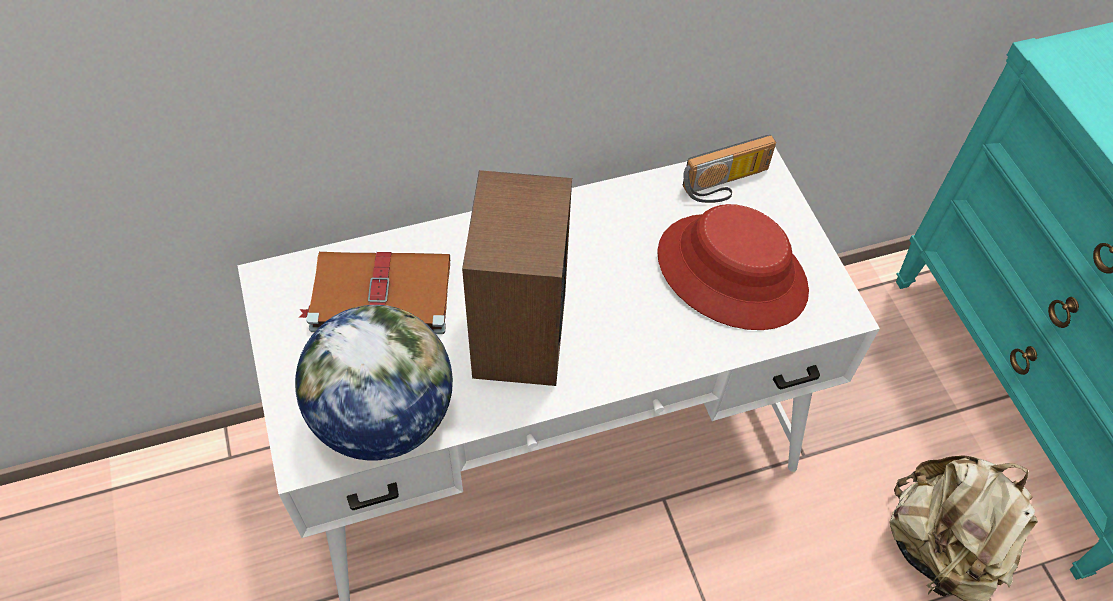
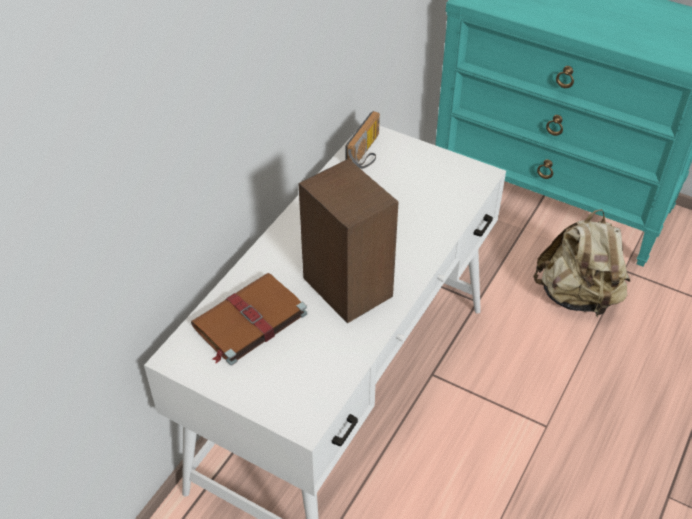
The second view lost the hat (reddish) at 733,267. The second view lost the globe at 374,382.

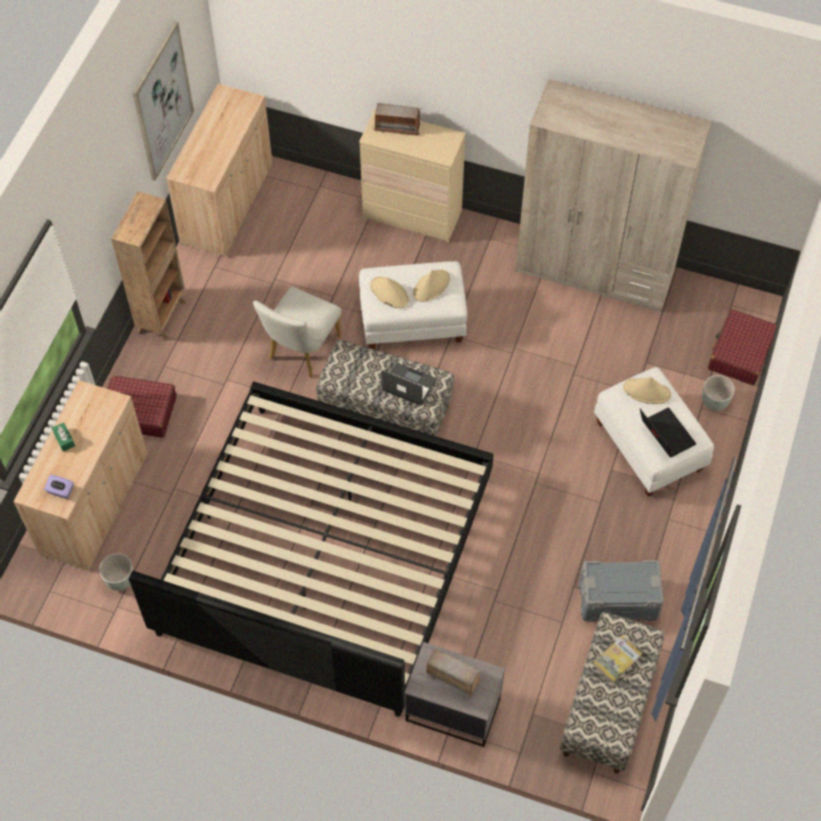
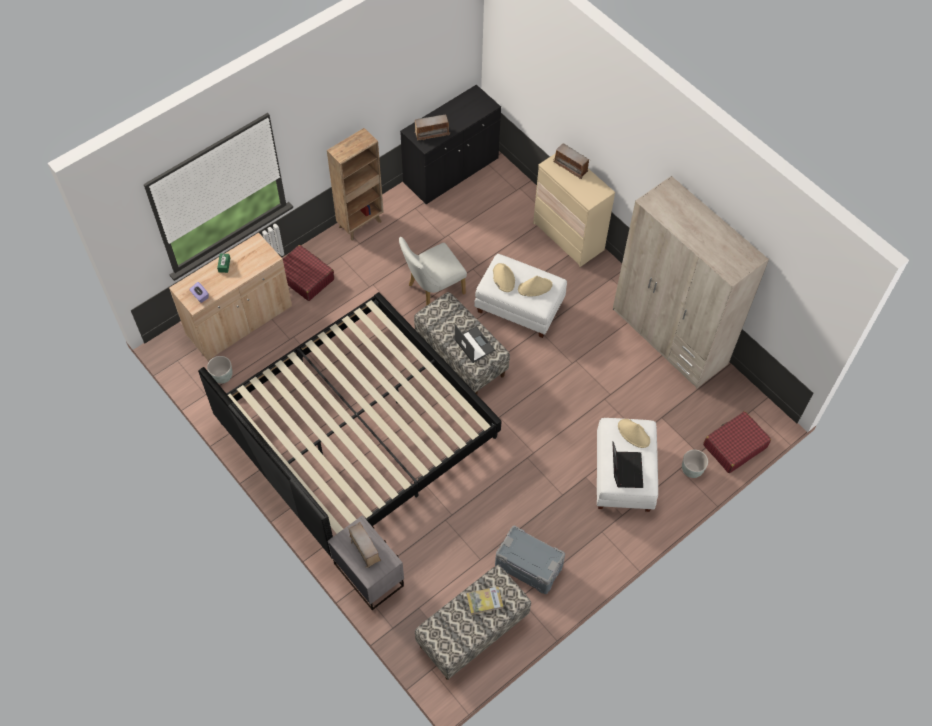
The second view lost the wall picture at 163,101. What was the cabinet (beige-coloured) at 219,170 turned into the cabinet (black-coloured) at 450,144. The second view gained the radio set at 433,127.

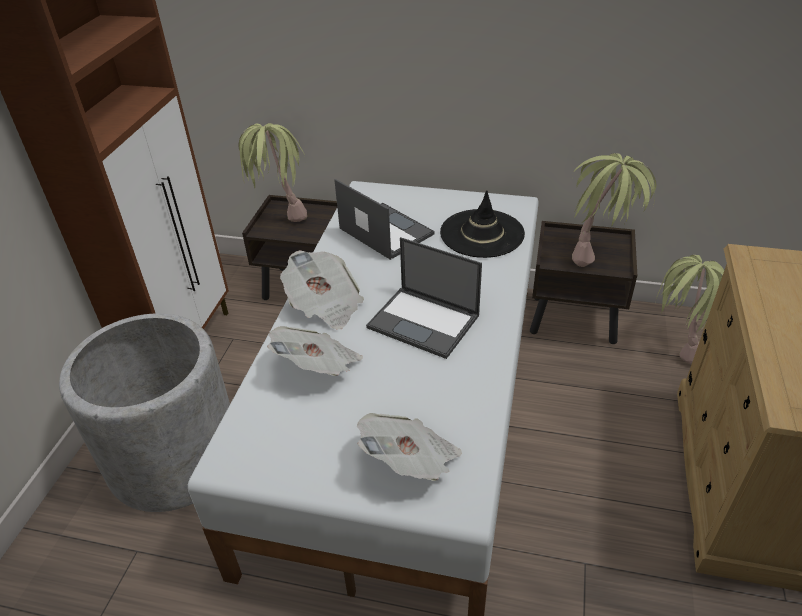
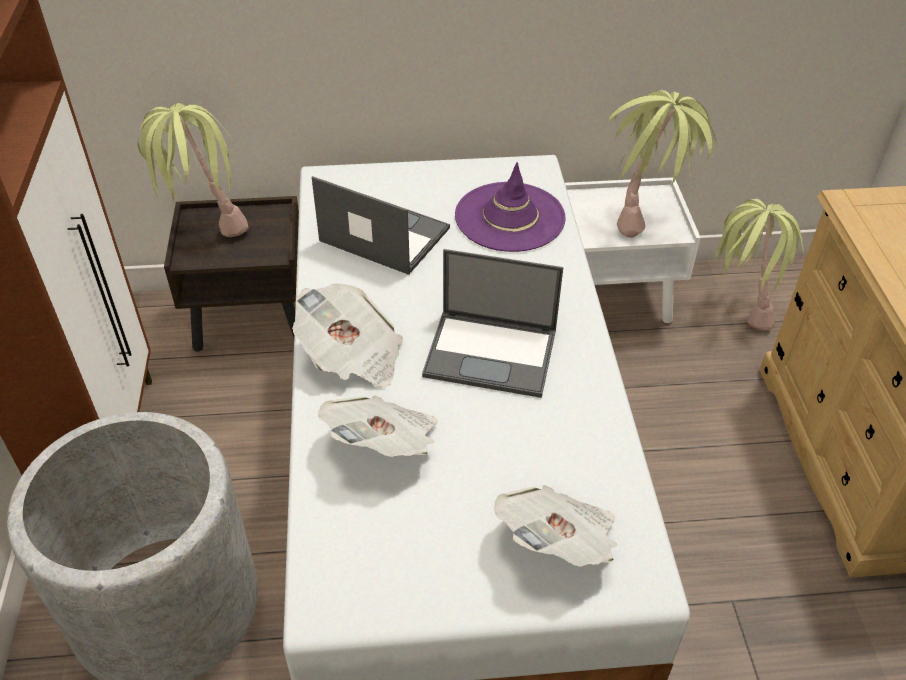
What was the hat (black-coloured) at 482,224 turned into the hat (purplish) at 510,207. What was the nightstand (brown) at 583,282 turned into the nightstand (whitish) at 633,250.

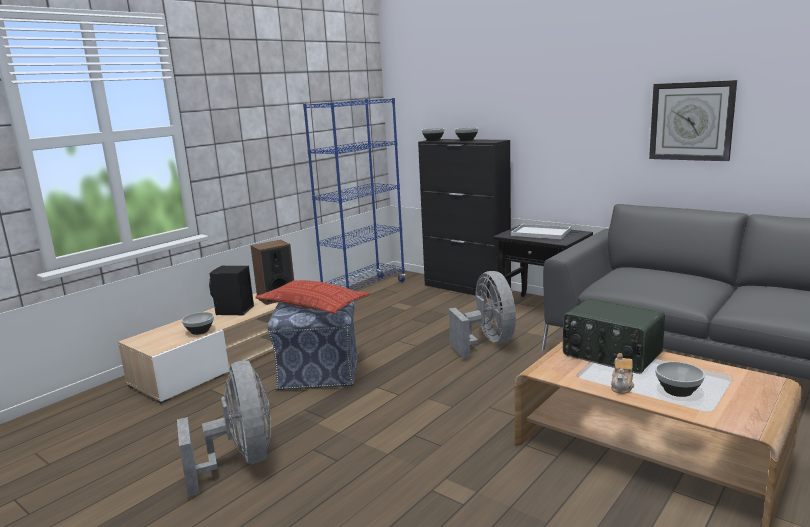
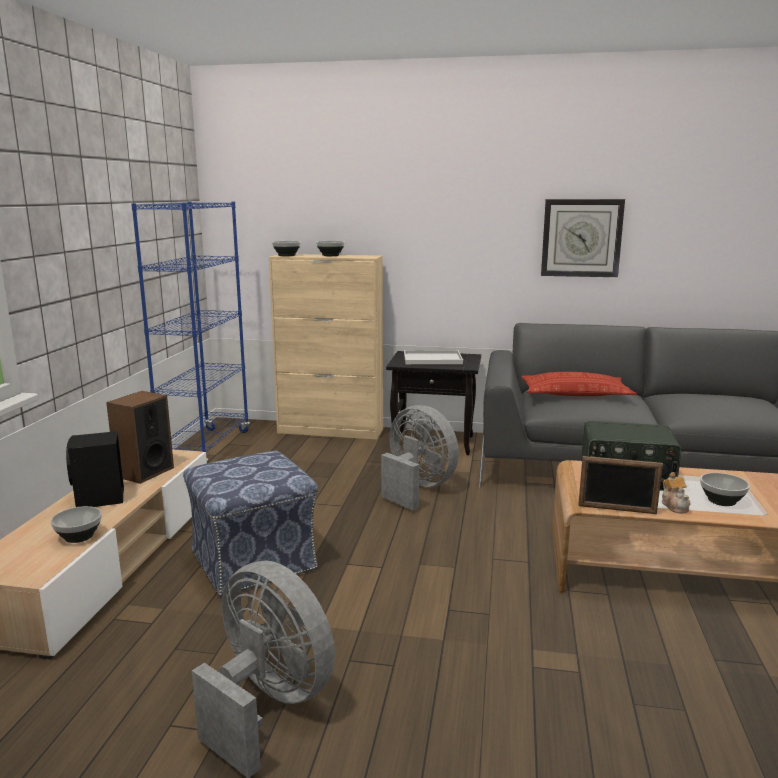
What was the cabinet (black-coloured) at 464,219 turned into the cabinet (beige-coloured) at 326,346. The throw pillow ended up elsewhere, having gone from 312,297 to 579,384. The second view gained the standing frame at 620,485.

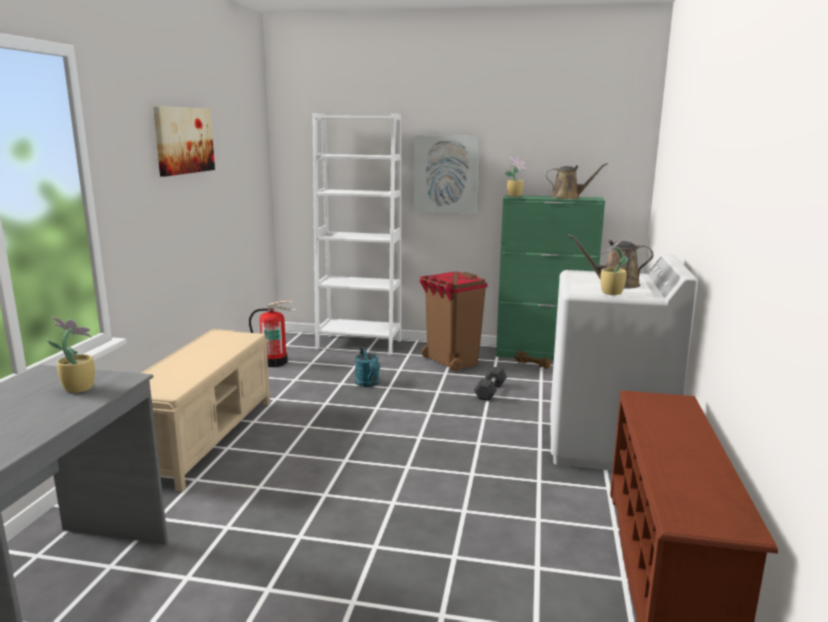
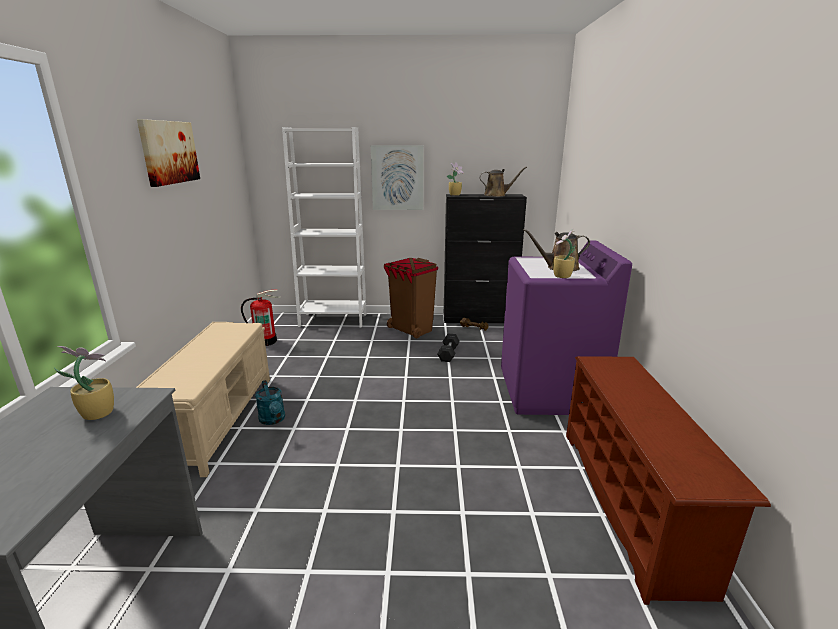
What was the cabinet (greenish) at 550,278 turned into the cabinet (black-coloured) at 485,258. What was the washing machine (whitish) at 624,362 turned into the washing machine (purplish) at 566,327. The watering pot (turquoise-coloured) ended up elsewhere, having gone from 367,367 to 270,402.

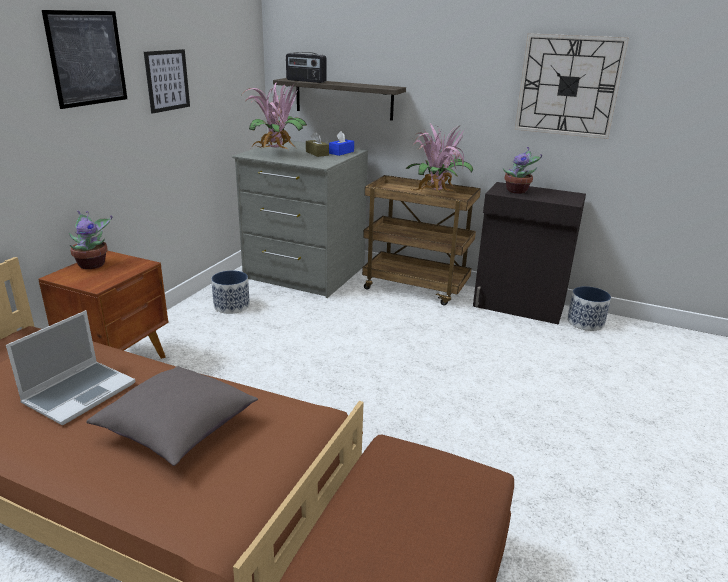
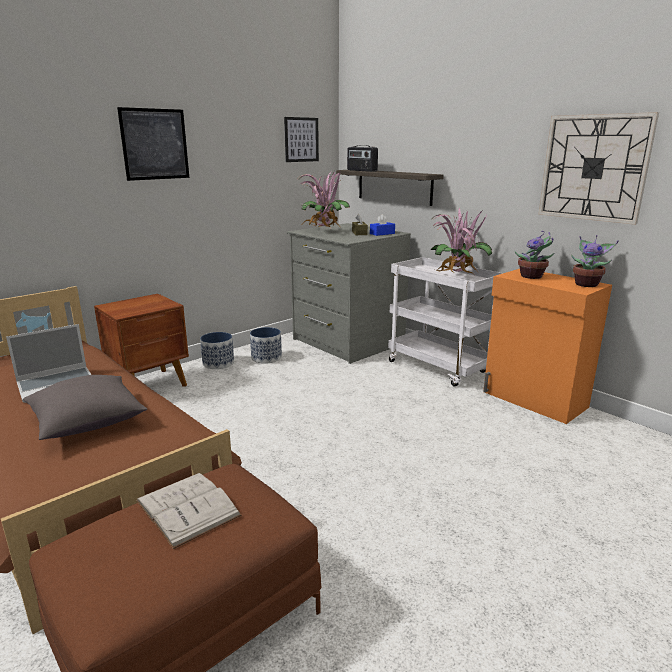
The wall picture ended up elsewhere, having gone from 167,81 to 301,139. What was the cart (brown) at 421,240 turned into the cart (whitish) at 445,322. What was the cabinet (black-coloured) at 529,253 turned into the cabinet (orangey) at 547,346. The houseplant ended up elsewhere, having gone from 90,239 to 595,261. The plant pot ended up elsewhere, having gone from 589,308 to 217,350. The second view gained the volume (whitish) at 189,511.

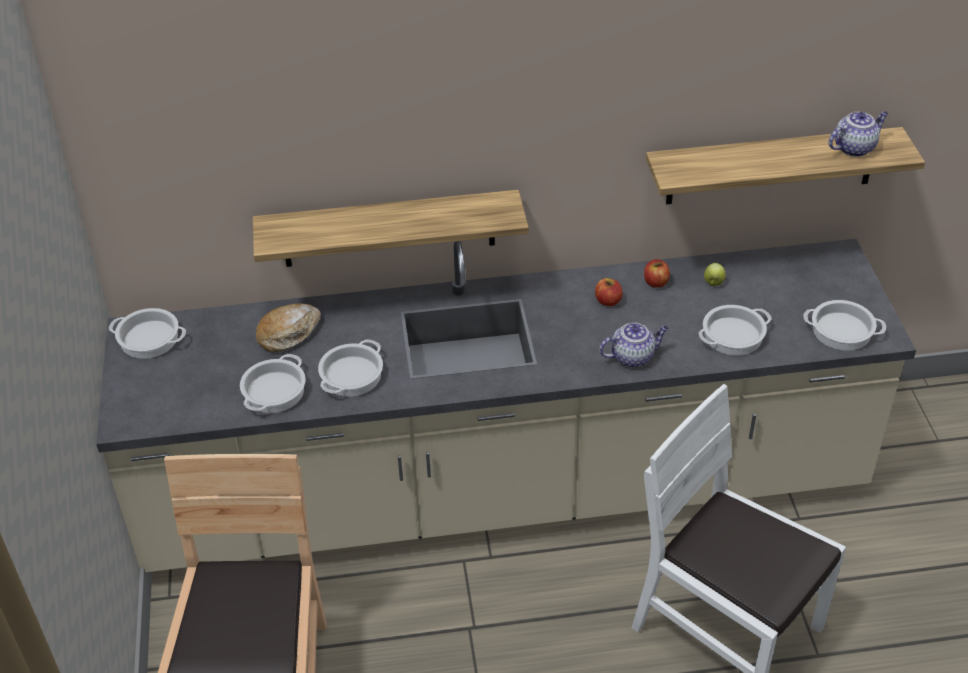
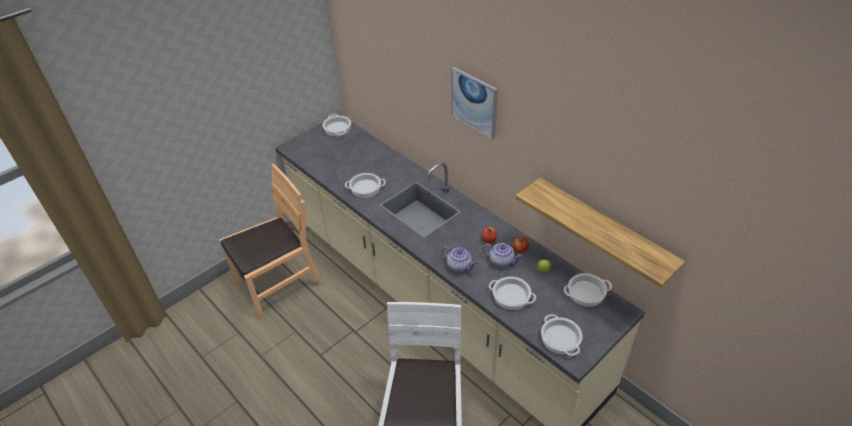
The teapot ended up elsewhere, having gone from 858,134 to 502,255. The second view lost the shelf at 391,228. The second view lost the bread at 288,328. The stockpot ended up elsewhere, having gone from 273,383 to 588,290. The second view gained the wall picture at 474,103.

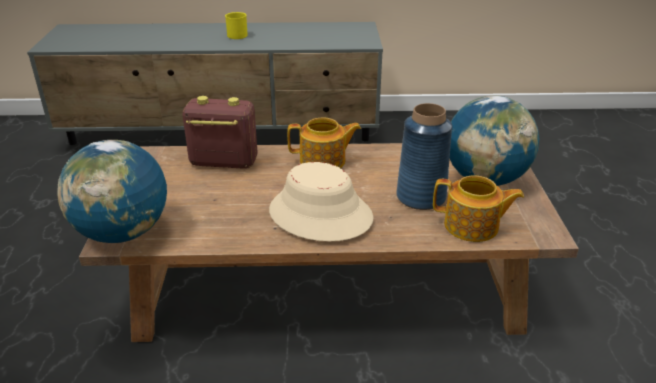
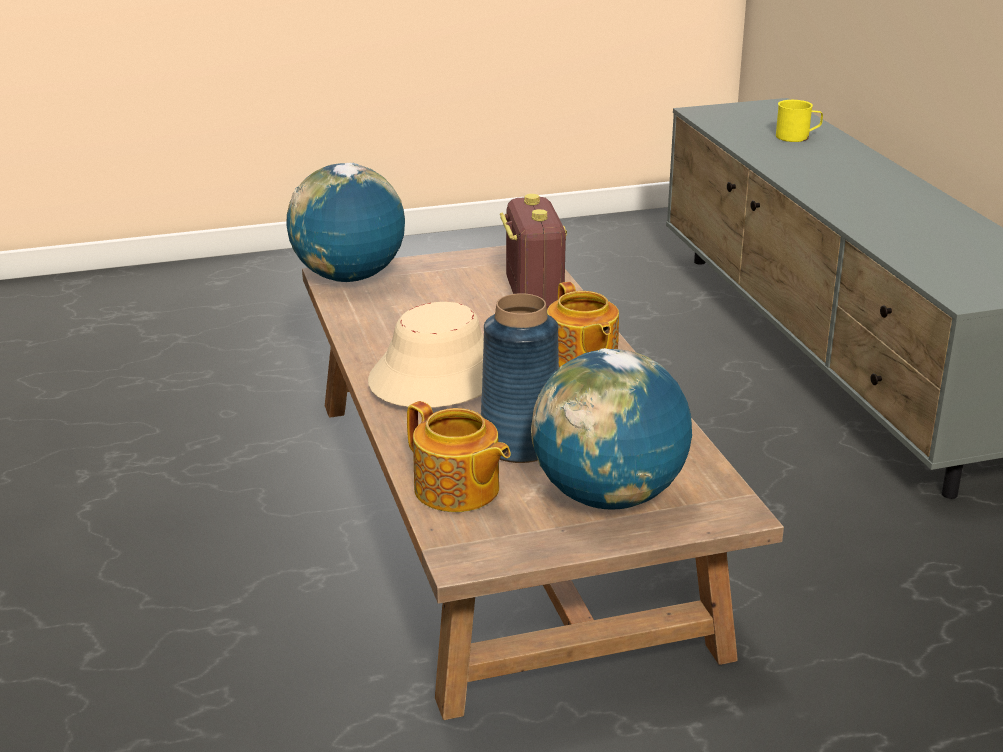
The coffee mug (yellow-coloured) ended up elsewhere, having gone from 236,25 to 799,121. The teapot at 478,208 ended up facing another way, 45 degrees counterclockwise from before.

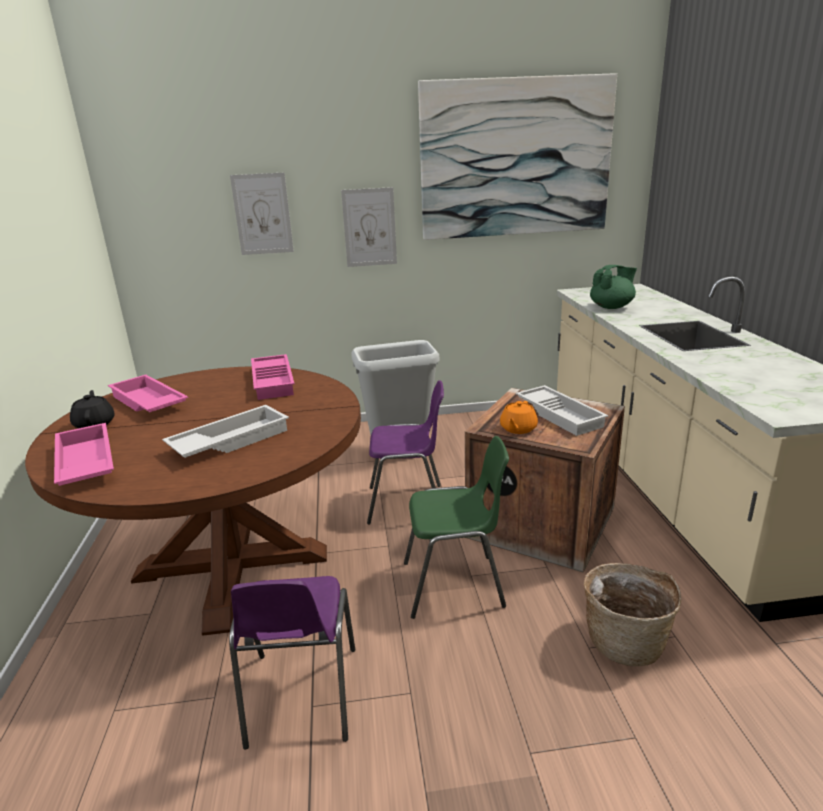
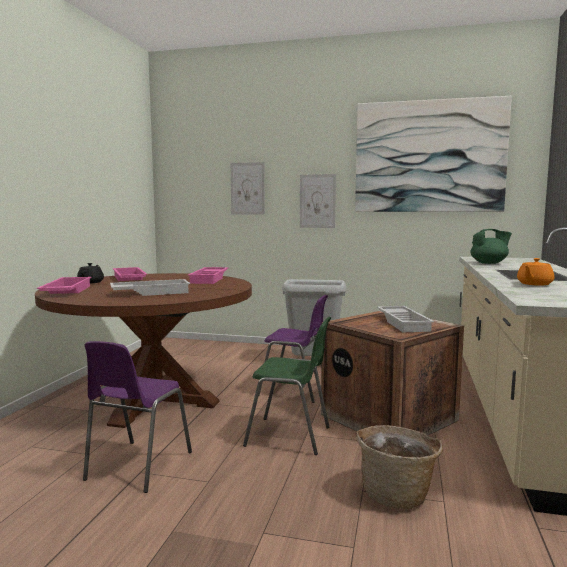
The teapot (orangey) ended up elsewhere, having gone from 519,417 to 536,272.

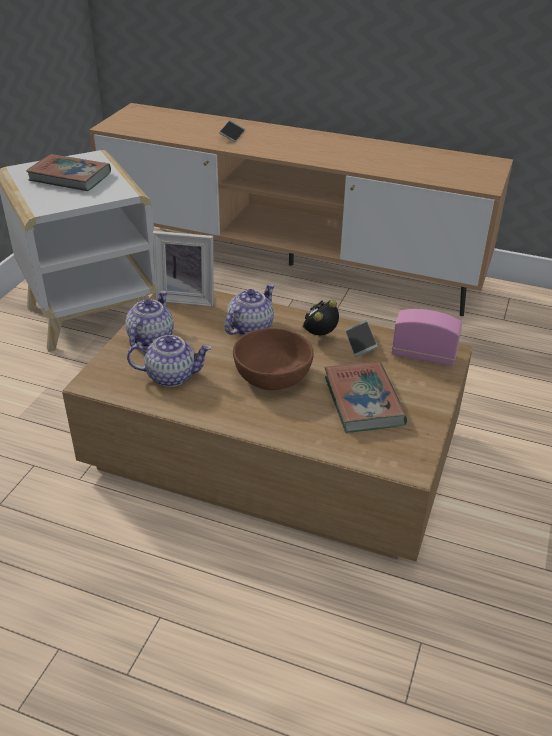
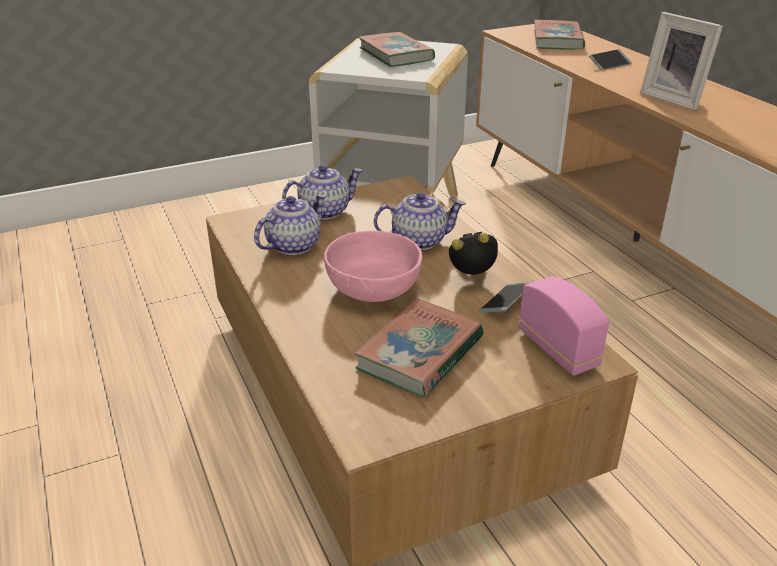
The standing frame ended up elsewhere, having gone from 183,268 to 681,61. What was the serving bowl (brown) at 273,359 turned into the serving bowl (pink-coloured) at 373,266. The teapot at 169,361 ended up facing another way, 90 degrees counterclockwise from before. The second view gained the volume at 559,34.

